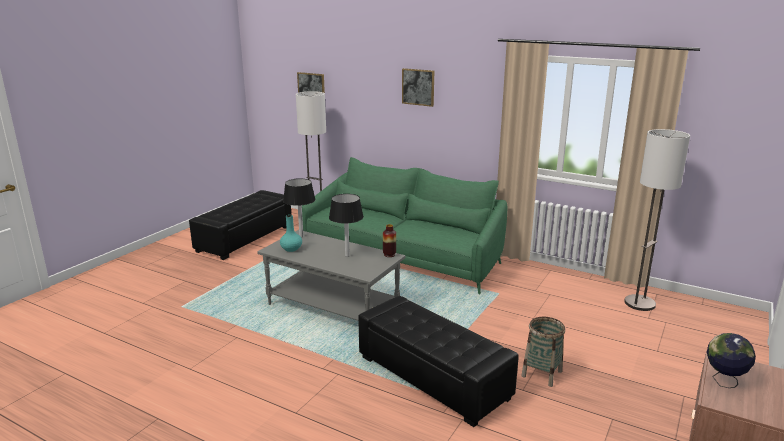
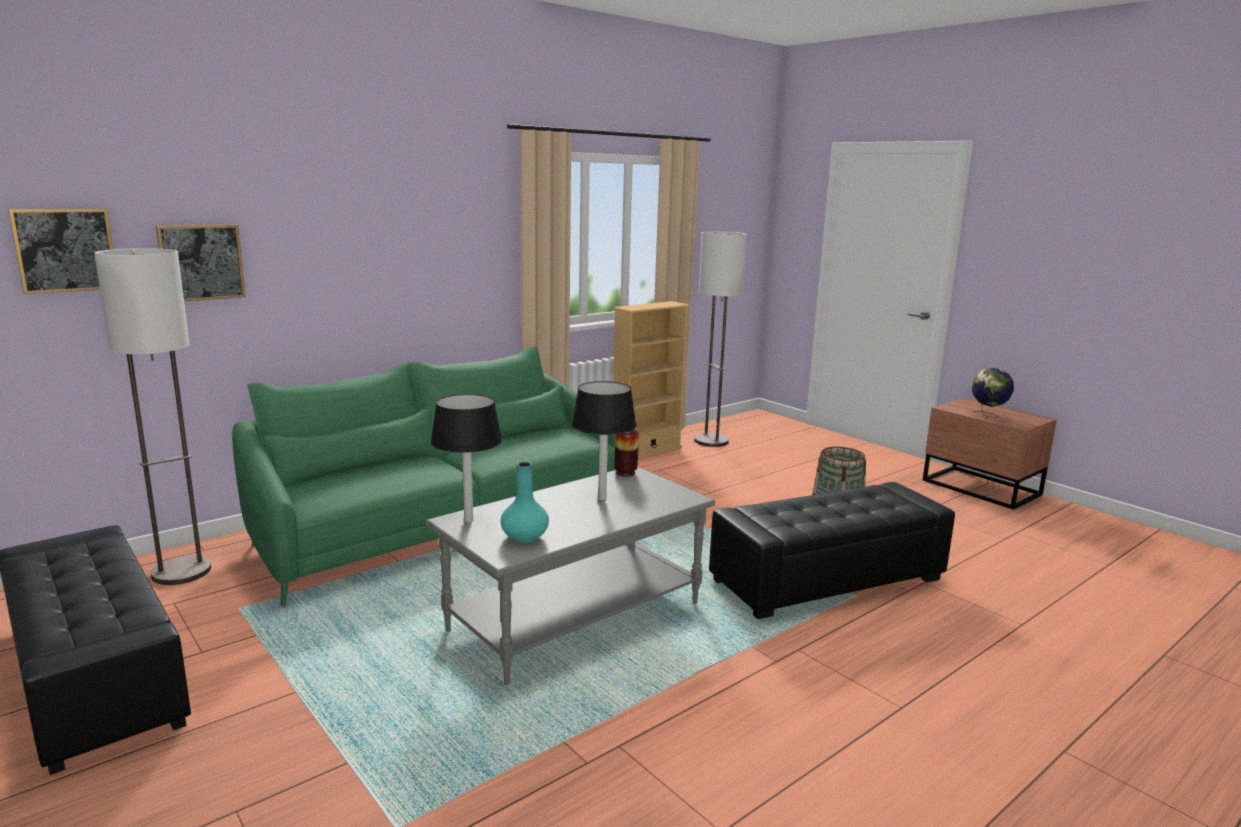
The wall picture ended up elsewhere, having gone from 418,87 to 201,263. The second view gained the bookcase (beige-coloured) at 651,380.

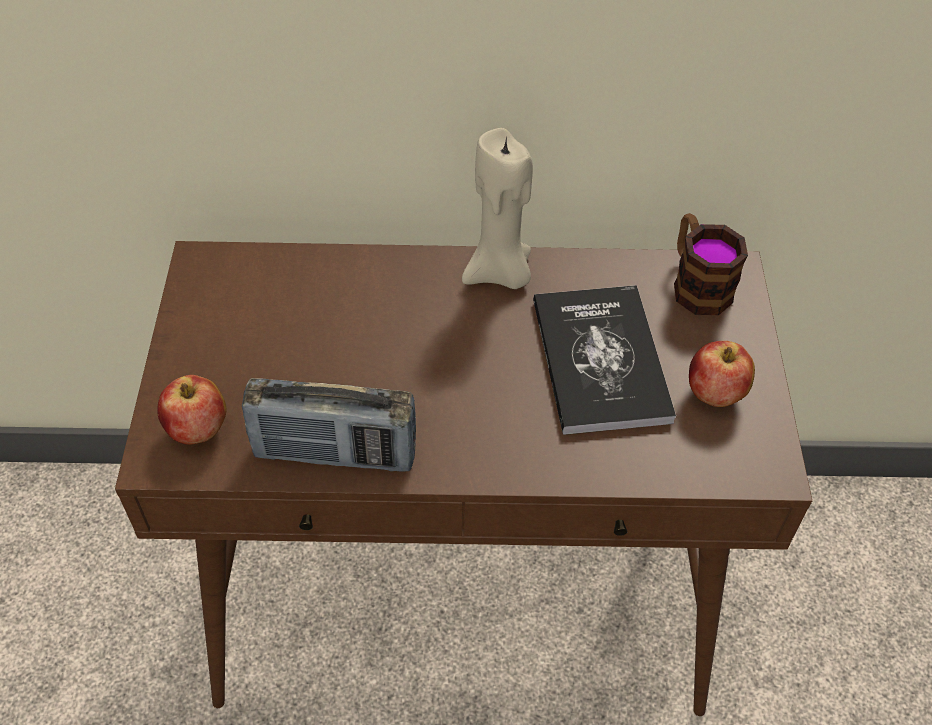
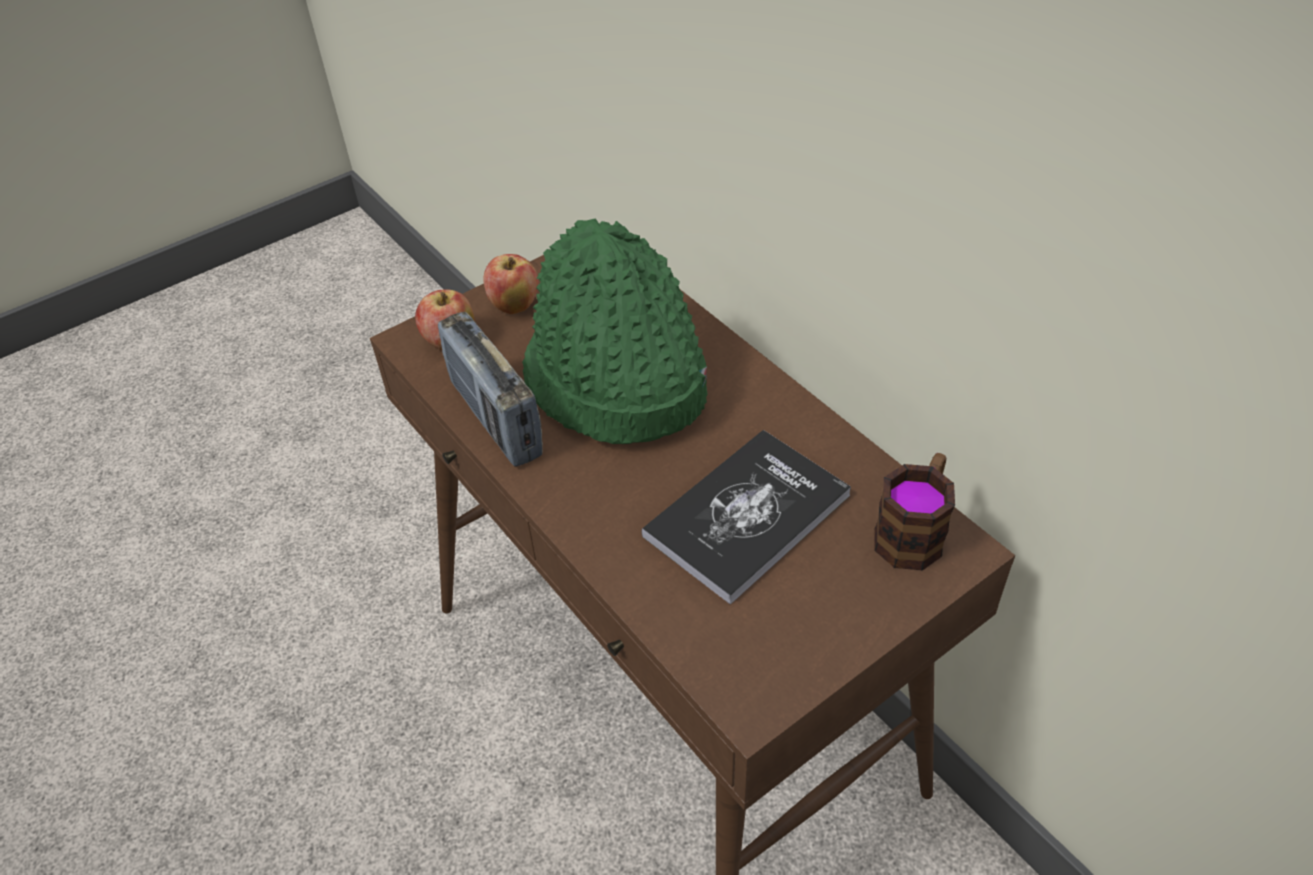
The second view lost the wax candle (beige-coloured) at 497,208. The whole apple ended up elsewhere, having gone from 722,374 to 511,284. The second view gained the hat (greenish) at 615,331.

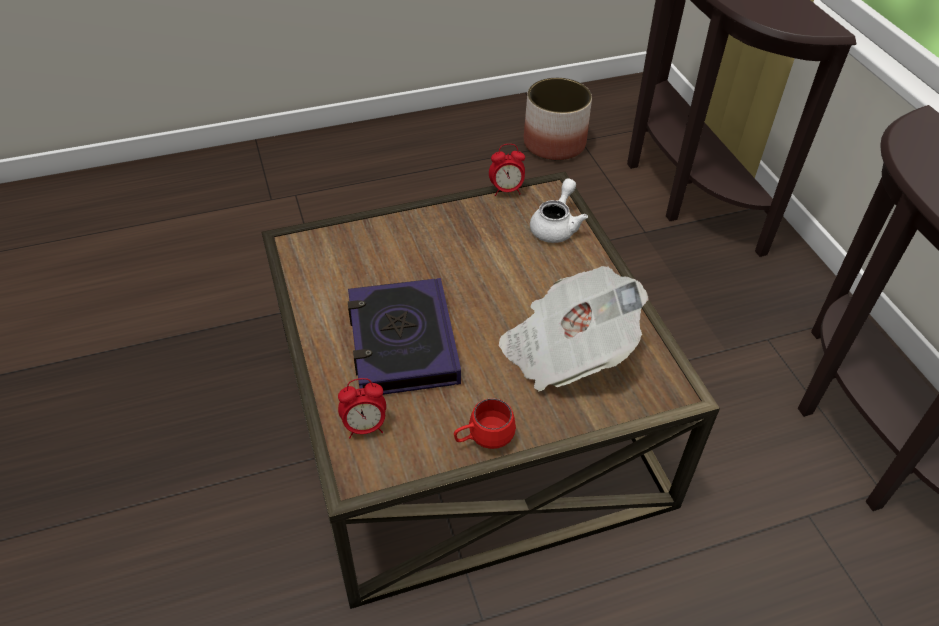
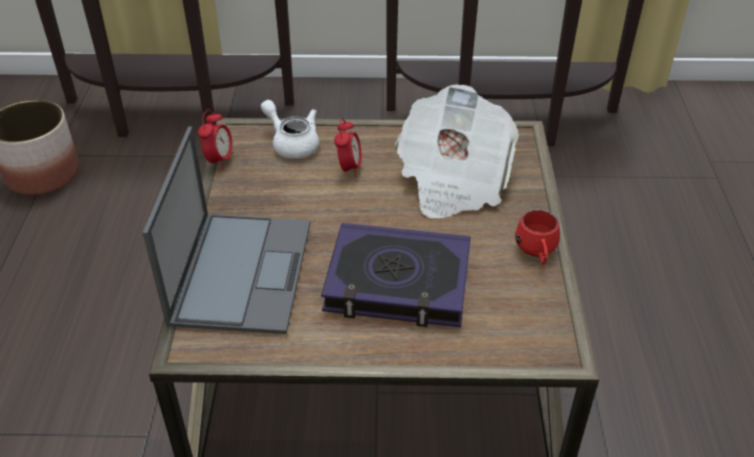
The table clock ended up elsewhere, having gone from 362,408 to 348,147. The second view gained the laptop at 226,230.

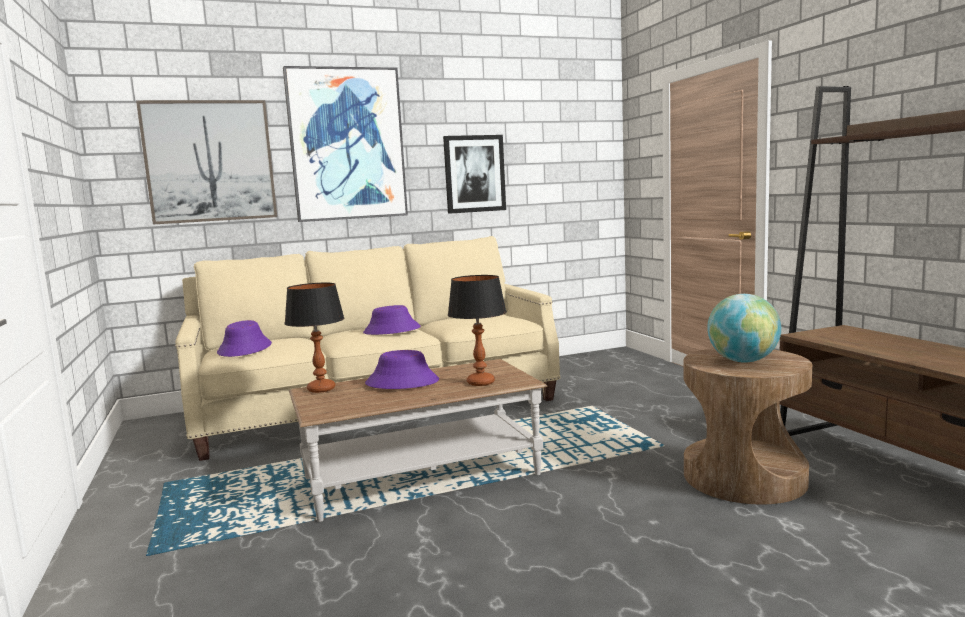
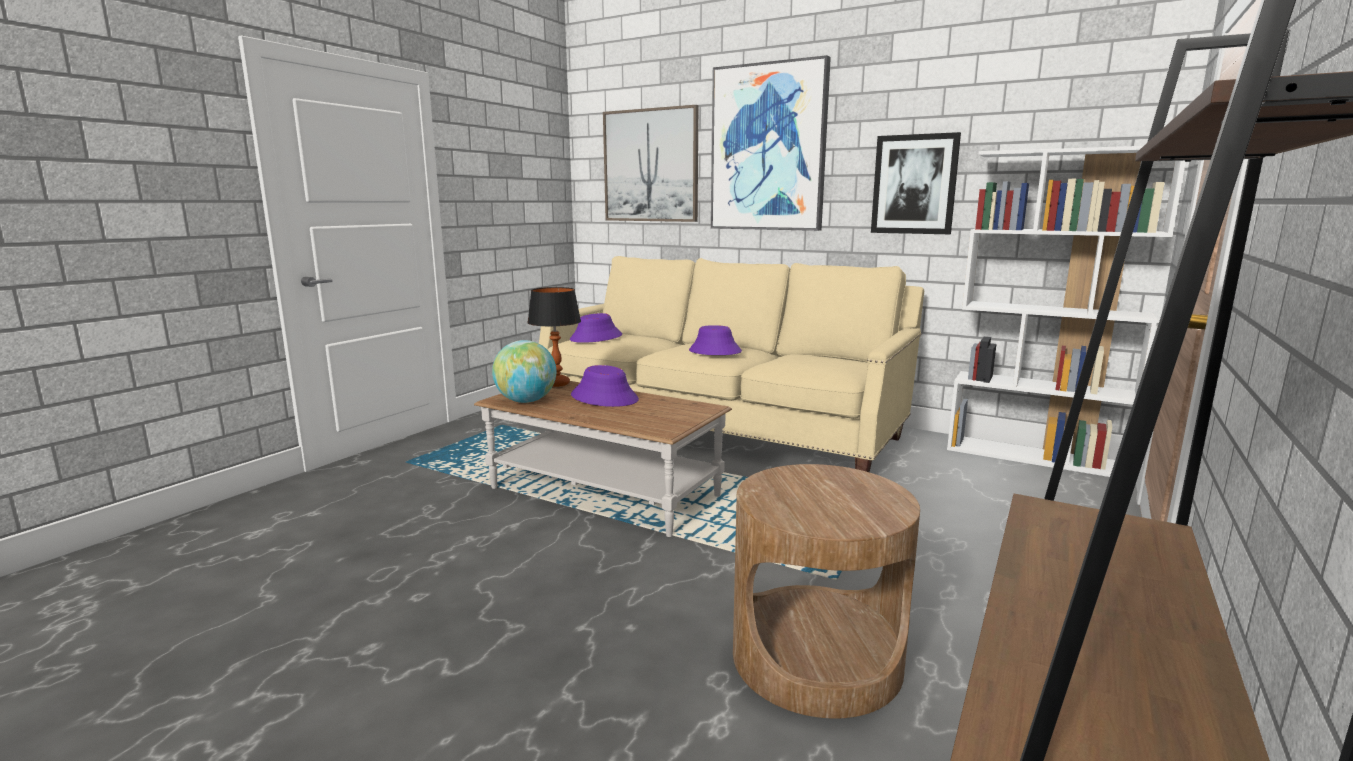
The second view lost the lamp for a table at 477,330. The globe ended up elsewhere, having gone from 744,328 to 524,371. The second view gained the bookcase (whitish) at 1066,311.

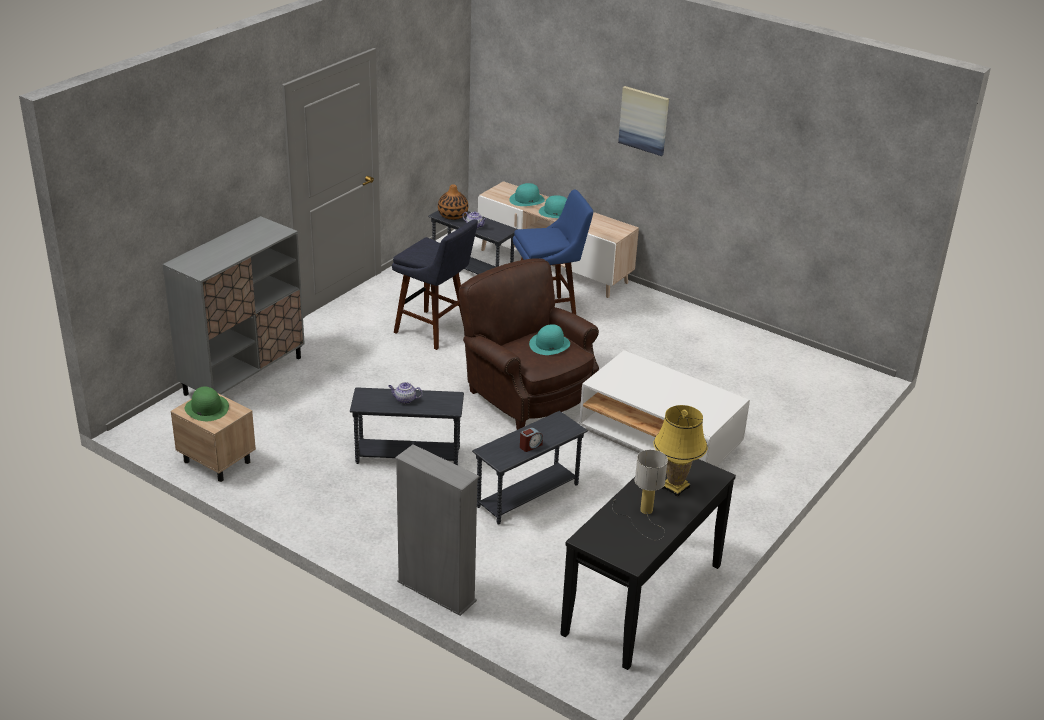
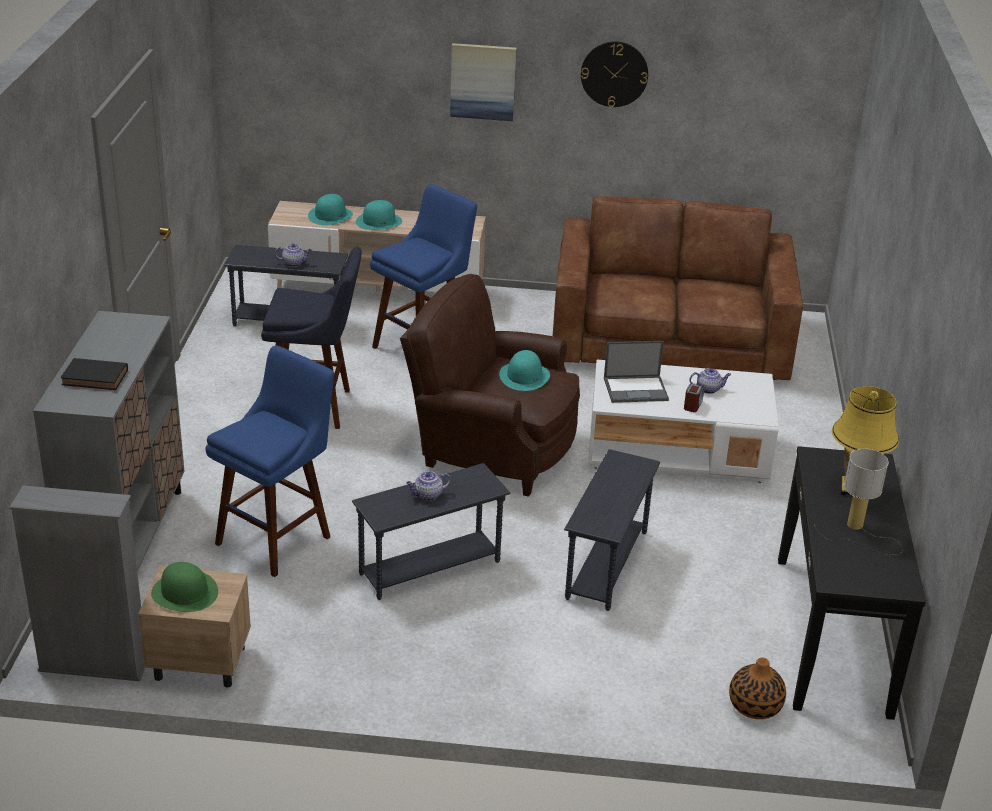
The decorative vase ended up elsewhere, having gone from 453,202 to 757,688. The table clock ended up elsewhere, having gone from 531,439 to 694,398. The bookcase (gray) ended up elsewhere, having gone from 437,530 to 77,583. The second view gained the clock on the wall at 614,74. The second view gained the sofa (brown) at 678,288. The second view gained the laptop at 636,372. The second view gained the stool seat (bluish) at 269,461. The second view gained the volume (black-coloured) at 94,374. The second view gained the teapot at 710,381.

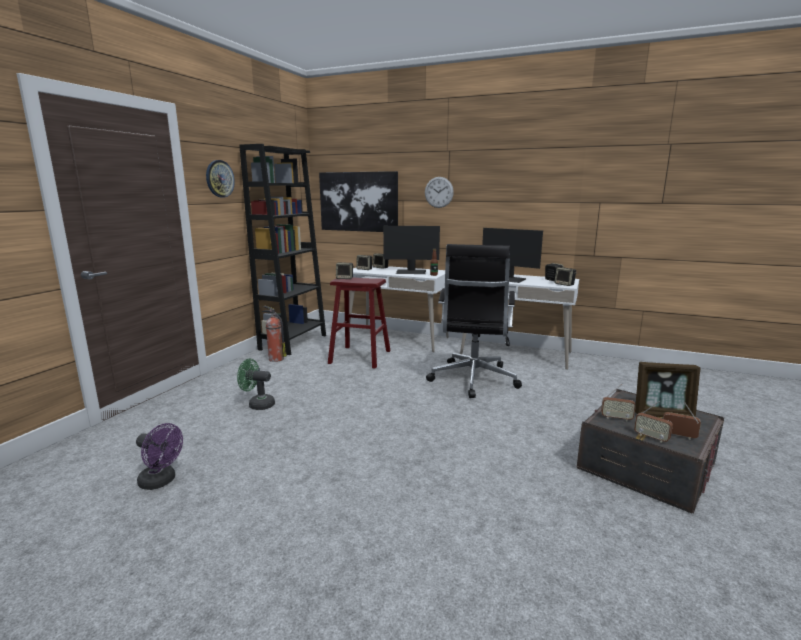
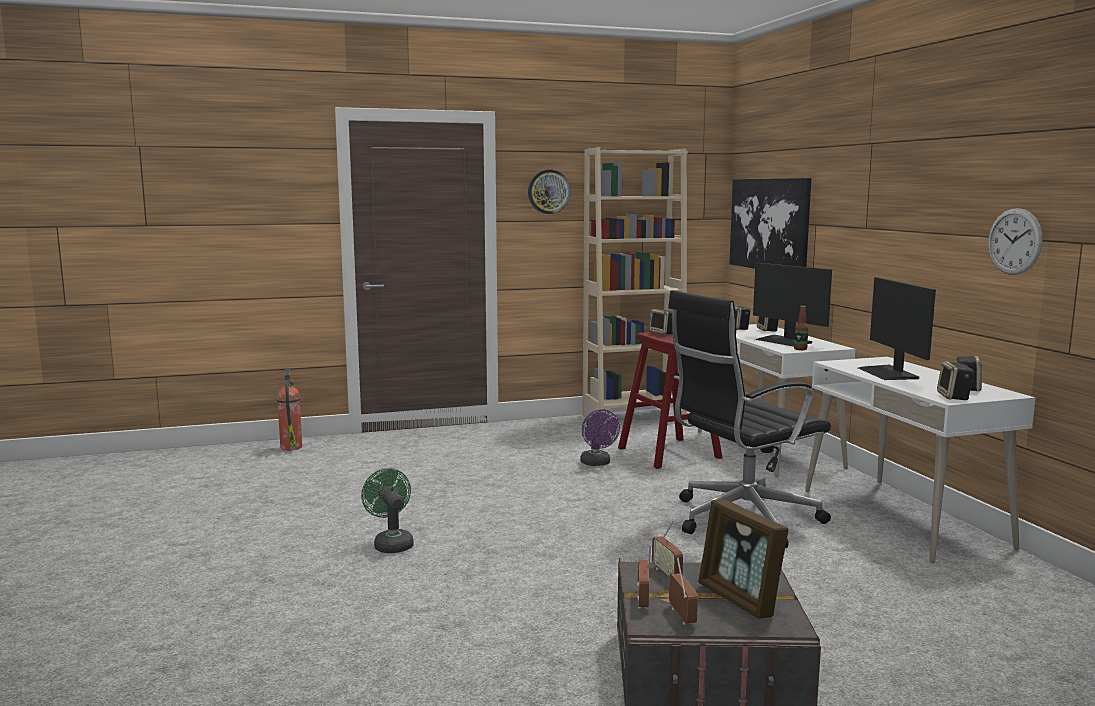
What was the bookcase (black-coloured) at 282,249 turned into the bookcase (beige-coloured) at 635,285. The clock on the wall ended up elsewhere, having gone from 439,192 to 1015,241. The extinguisher ended up elsewhere, having gone from 274,334 to 289,409. The cooling fan (greenish) ended up elsewhere, having gone from 256,384 to 387,510. The cooling fan (purplish) ended up elsewhere, having gone from 159,456 to 600,437.

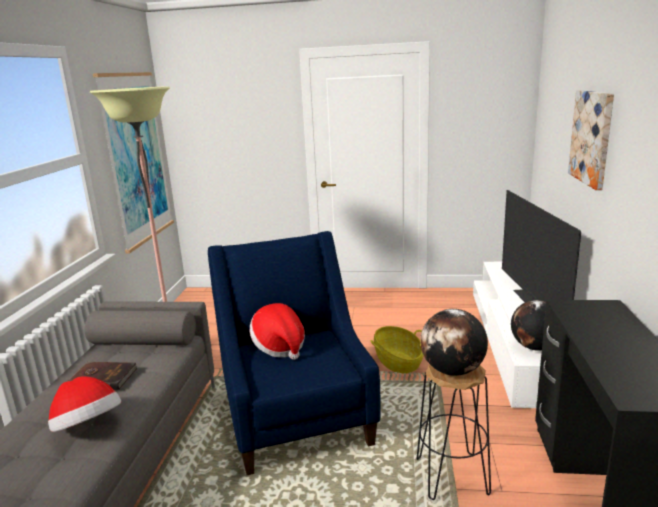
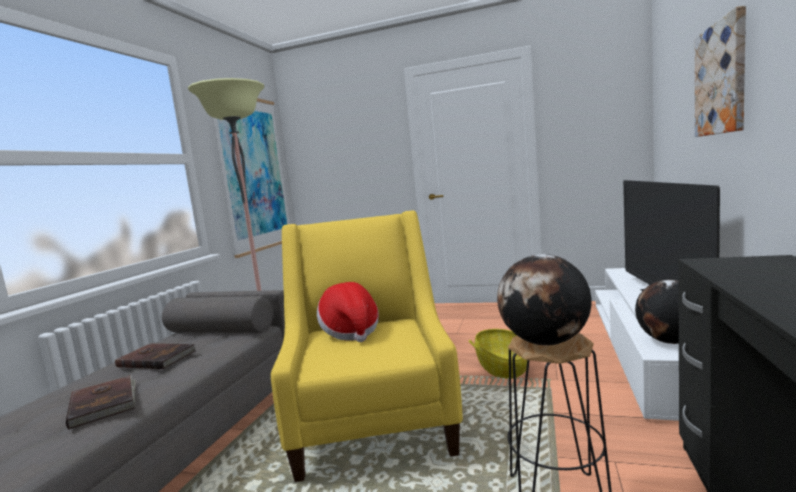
What was the easy chair (bluish) at 294,353 turned into the easy chair (yellow-coloured) at 367,346. Where the hat stood at 84,404, the volume (brown) came to stand at 101,402.

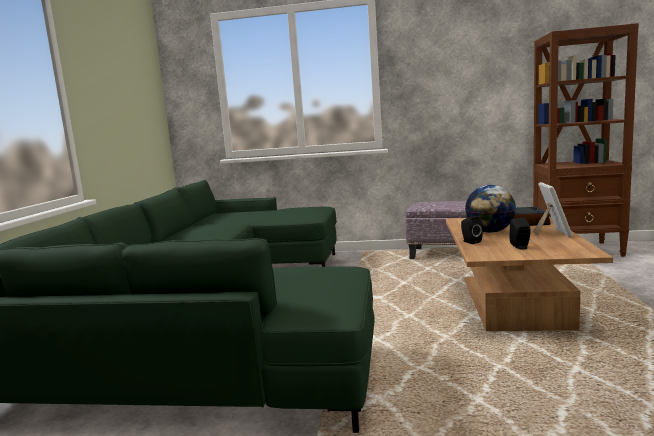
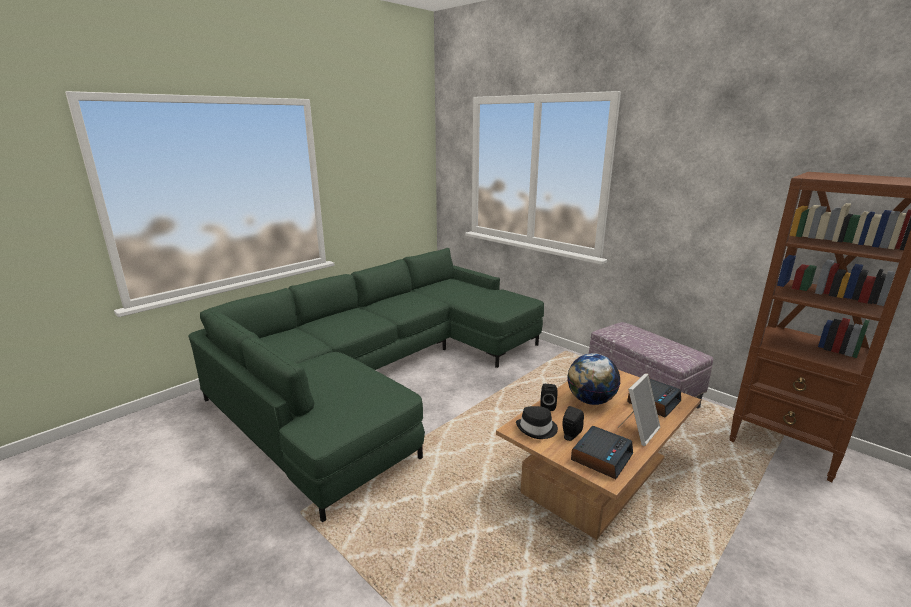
The second view gained the hat (black-coloured) at 537,422. The second view gained the table clock at 602,452.

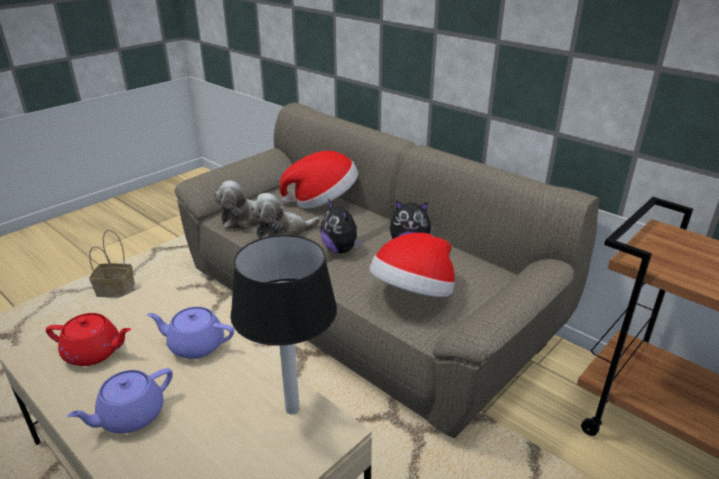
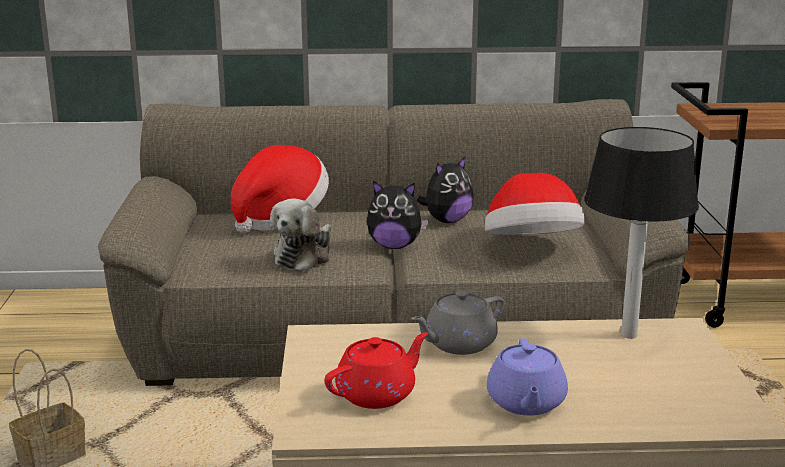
The second view lost the soft toy at 249,205. What was the teapot (purplish) at 190,333 turned into the teapot (gray) at 457,322.

